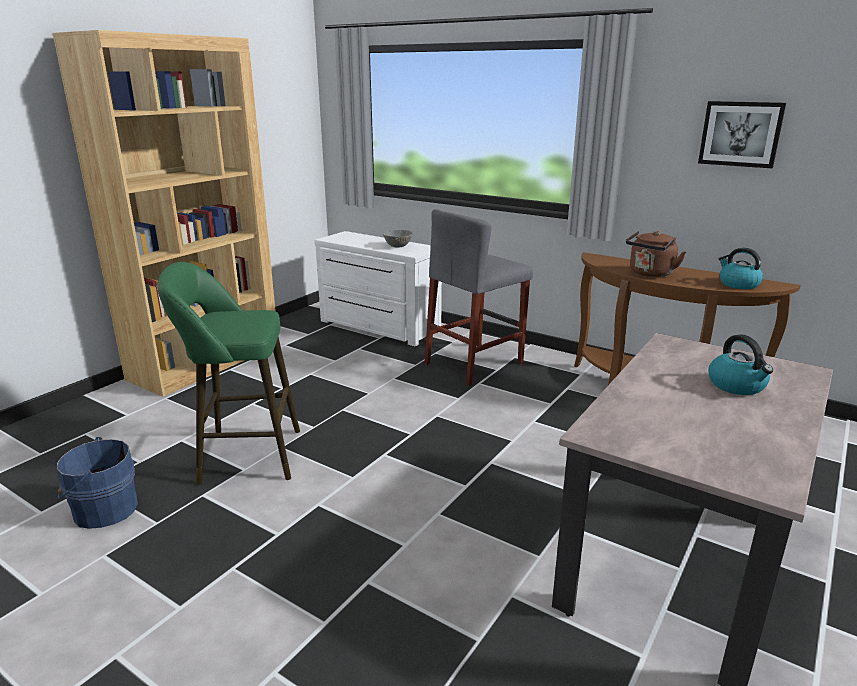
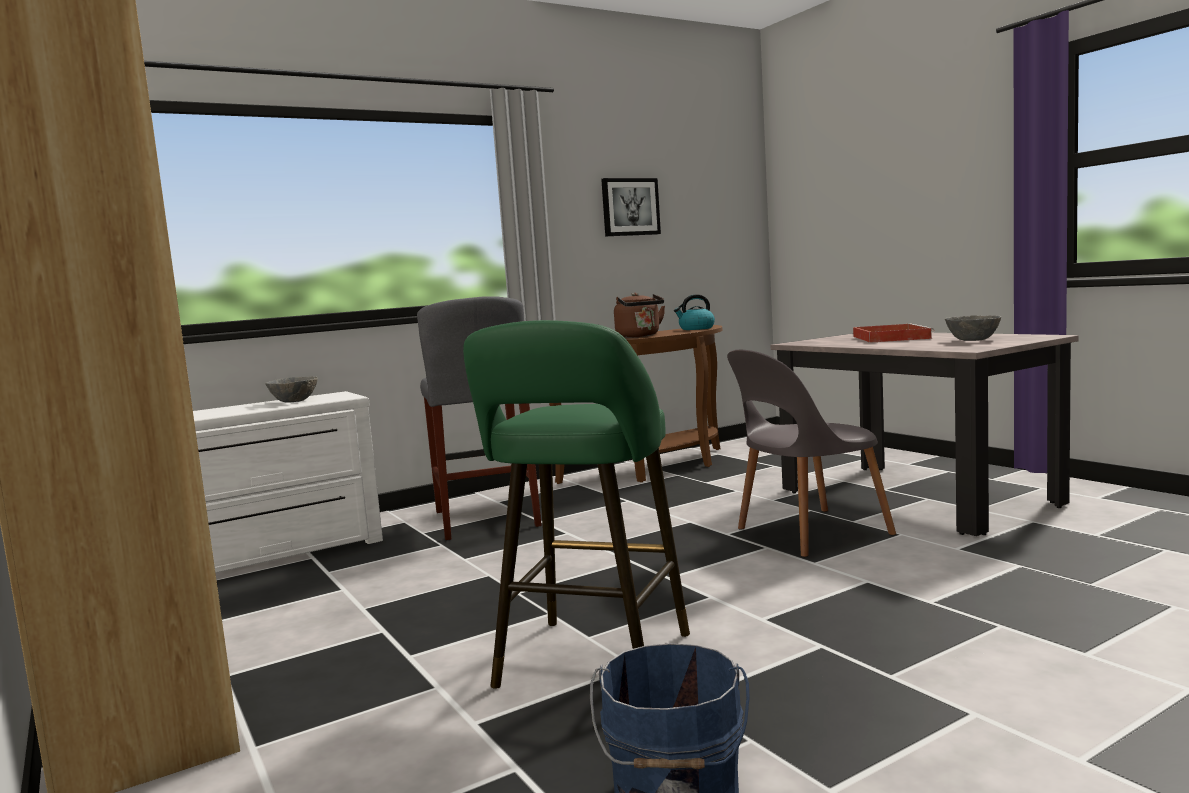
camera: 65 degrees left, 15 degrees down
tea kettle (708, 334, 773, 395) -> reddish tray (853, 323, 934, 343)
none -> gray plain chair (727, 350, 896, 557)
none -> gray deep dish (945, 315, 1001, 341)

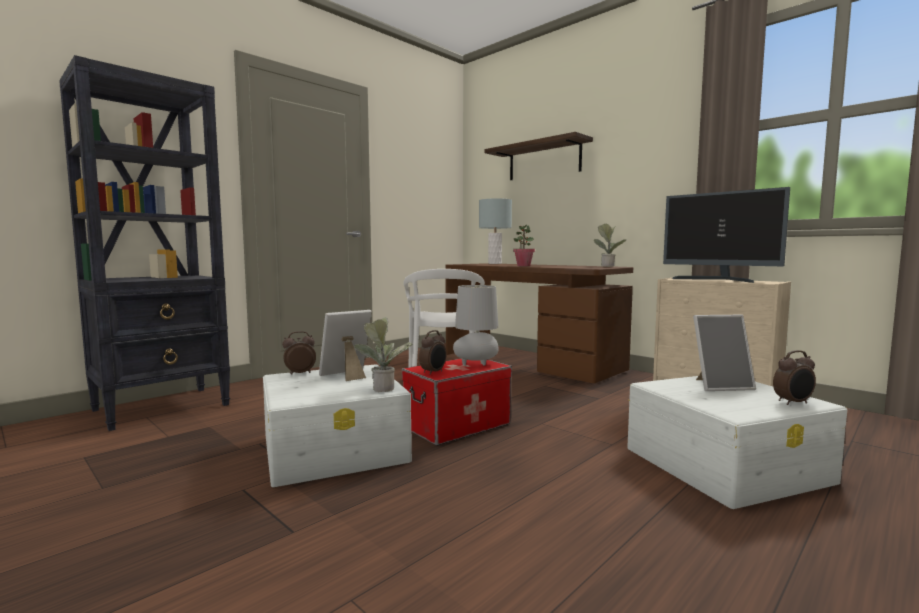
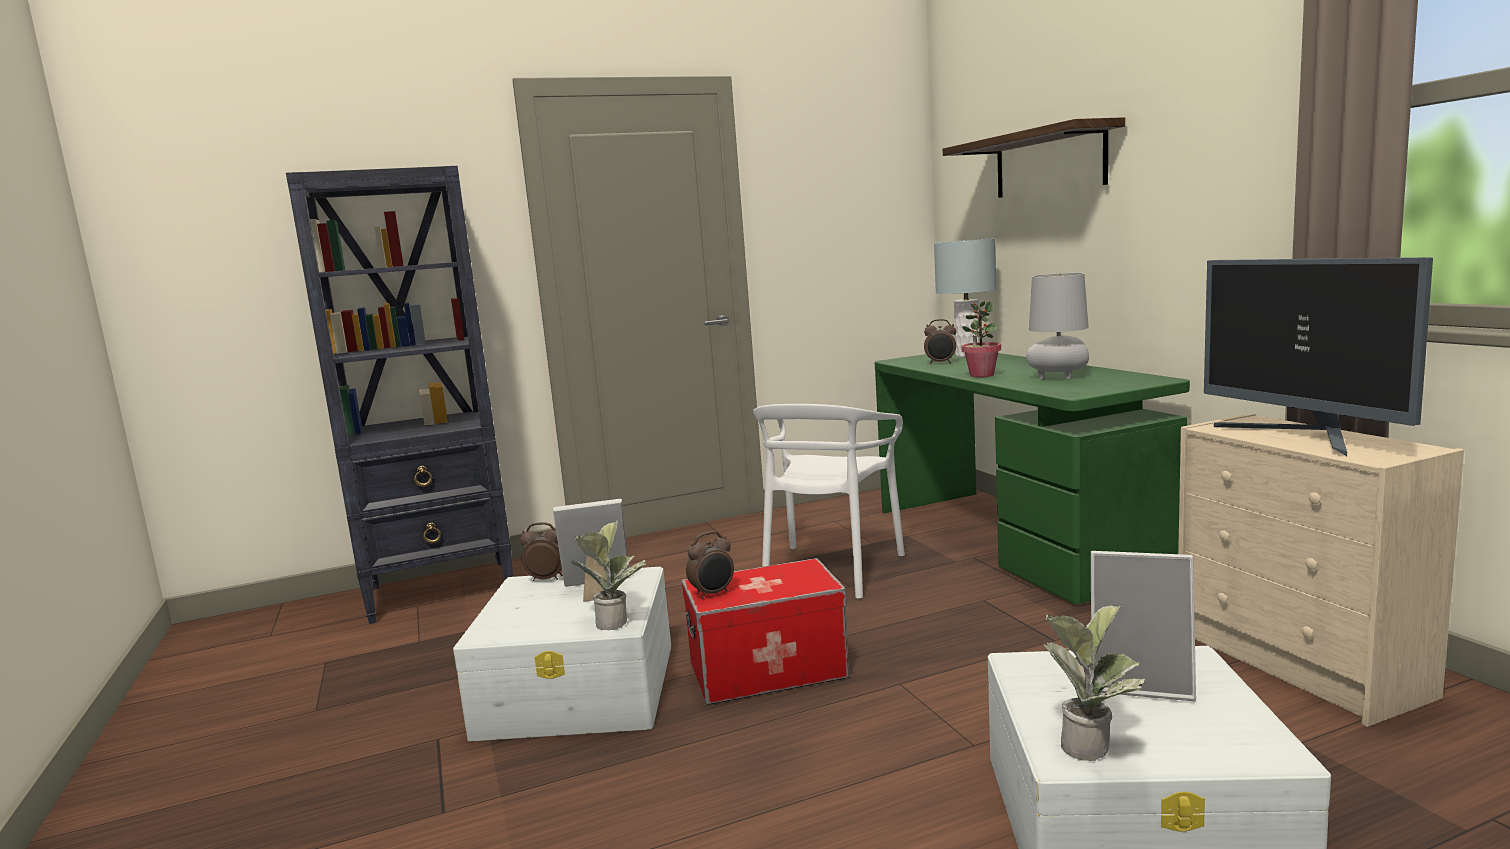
camera: 25 degrees right, 5 degrees up
brownish desk (445, 263, 633, 383) -> green-coloured desk (875, 352, 1190, 604)
gray lamp for a table (453, 285, 499, 366) -> gray lamp for a table (1026, 273, 1089, 379), shifted
potted plant (594, 224, 627, 267) -> potted plant (1043, 605, 1145, 761), shifted
table clock (773, 350, 816, 405) -> table clock (924, 319, 956, 364), shifted

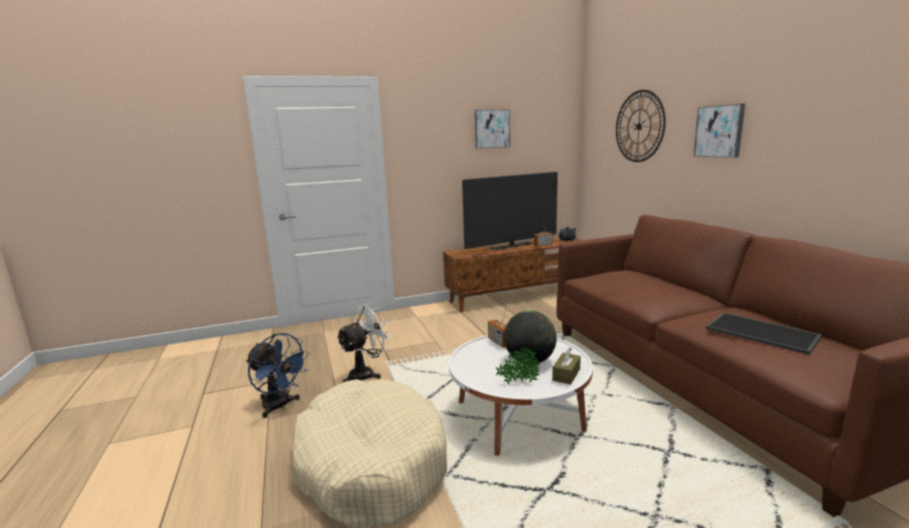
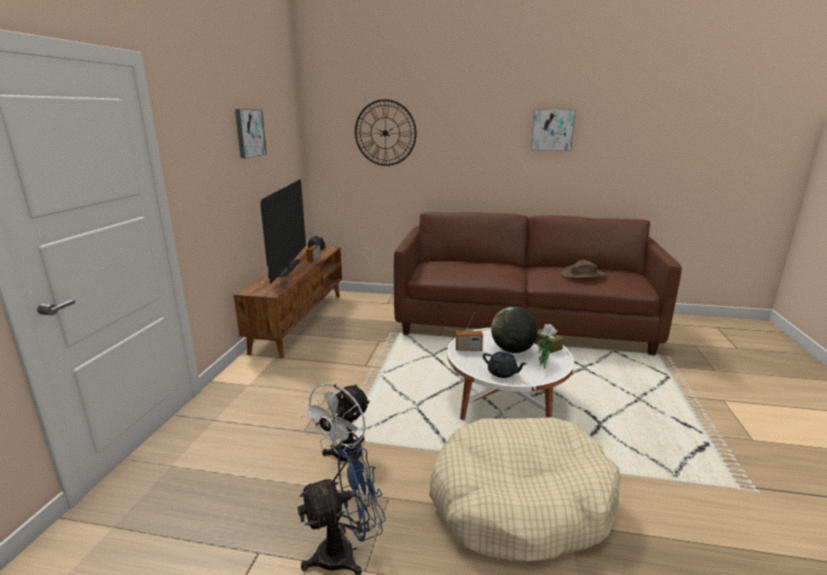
camera: 60 degrees left, 5 degrees up
white electric fan (336, 303, 393, 382) -> white electric fan (300, 383, 370, 463), 135 degrees counterclockwise
picture (693, 103, 745, 158) -> picture (531, 109, 576, 151), shifted
tray (706, 312, 822, 355) -> brownish clothing hat (561, 260, 607, 278)
none -> black-coloured teapot (483, 352, 527, 378)

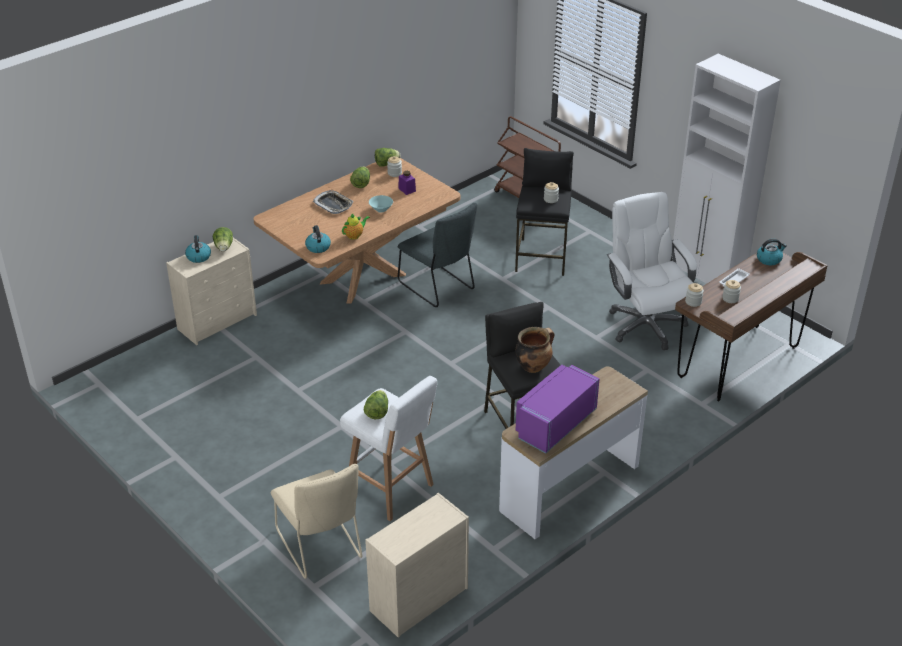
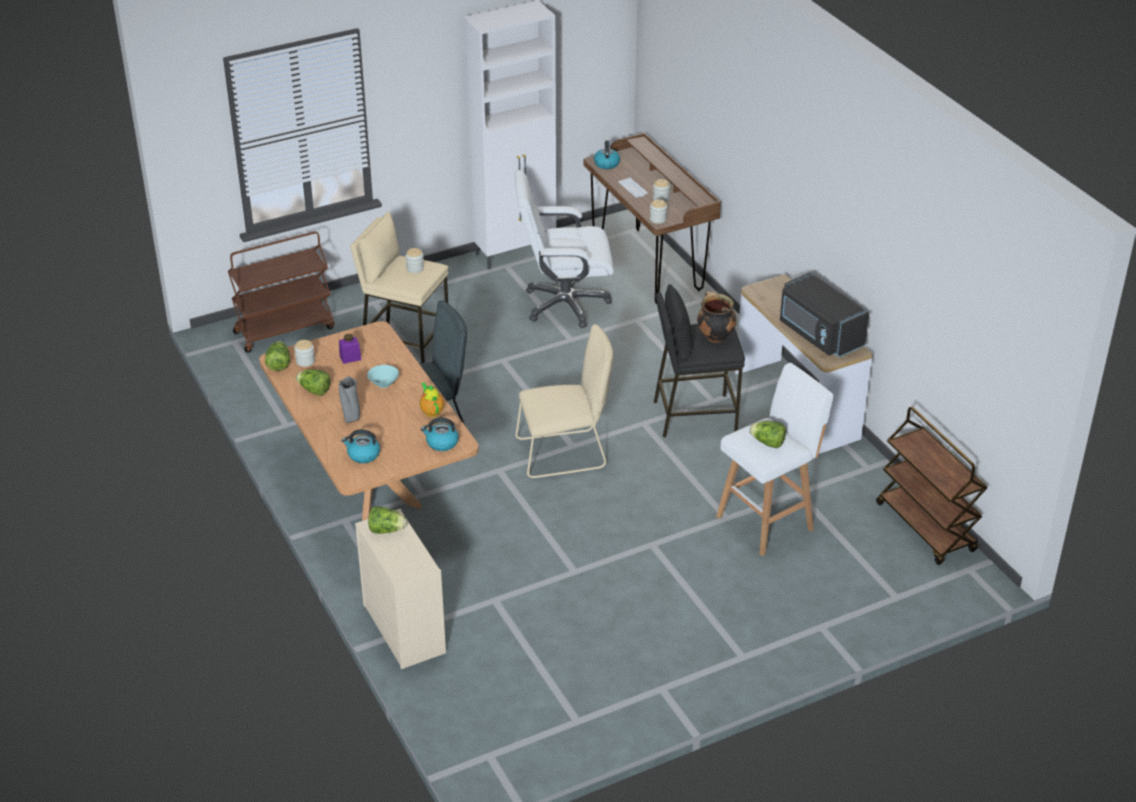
camera: 75 degrees left, 0 degrees up
tea kettle (185, 235, 211, 263) -> tea kettle (341, 429, 380, 463), shifted
beige-coloured plain chair (271, 464, 362, 579) -> beige-coloured plain chair (515, 324, 614, 478), shifted
tray (313, 190, 353, 214) -> gray decorative vase (339, 377, 360, 423)
beige-coloured chest of drawers (365, 493, 469, 638) -> brownish wheeled cart (876, 407, 988, 565)
black-coloured sitting stool (515, 148, 574, 276) -> beige-coloured sitting stool (350, 212, 448, 363)
purple microwave (516, 365, 600, 454) -> black-coloured microwave (780, 273, 869, 357)

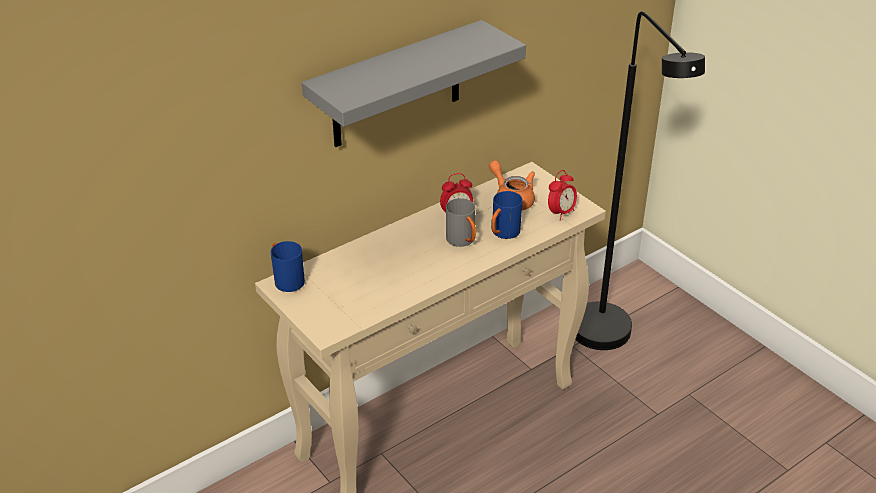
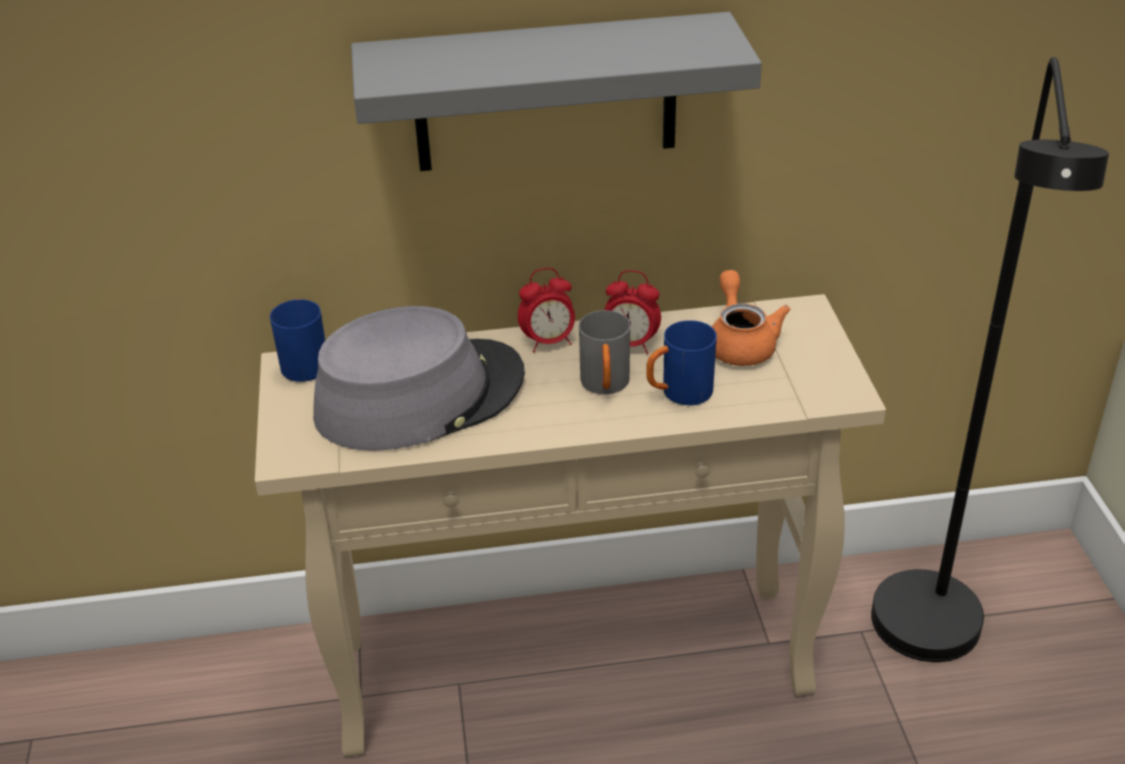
camera: 30 degrees right, 0 degrees up
table clock (548, 170, 577, 221) -> table clock (518, 268, 575, 353), shifted
none -> gray clothing hat (313, 306, 525, 451)

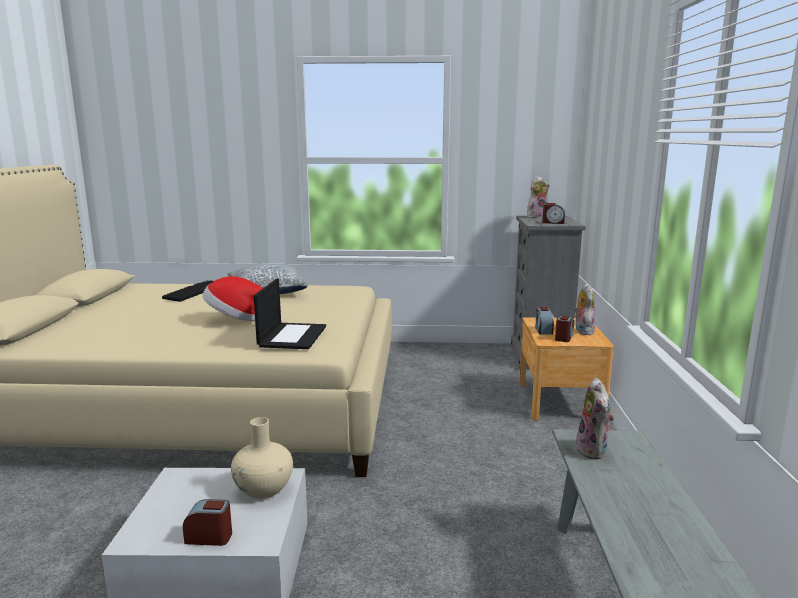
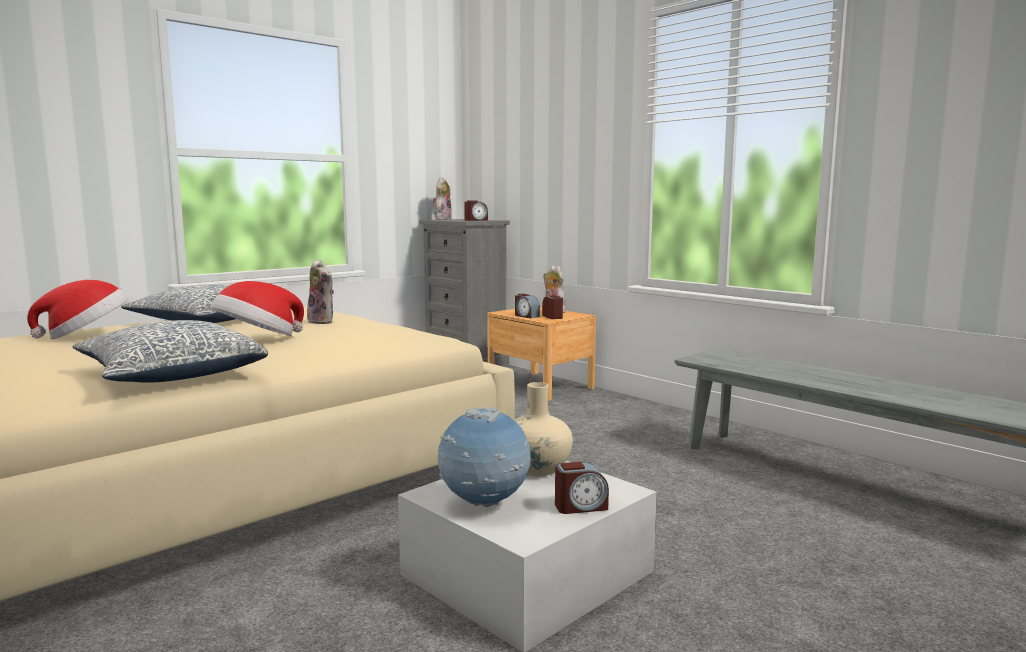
camera: 45 degrees left, 5 degrees down
keyboard (162, 280, 213, 302) -> clothing hat (27, 280, 128, 339)
table clock (183, 499, 232, 546) -> table clock (555, 462, 609, 514), 150 degrees counterclockwise
laptop (254, 278, 326, 349) -> none
cuddly toy (574, 378, 614, 459) -> cuddly toy (307, 260, 334, 324), shifted
none -> pillow (72, 320, 268, 383)
none -> world globe (438, 407, 531, 507)

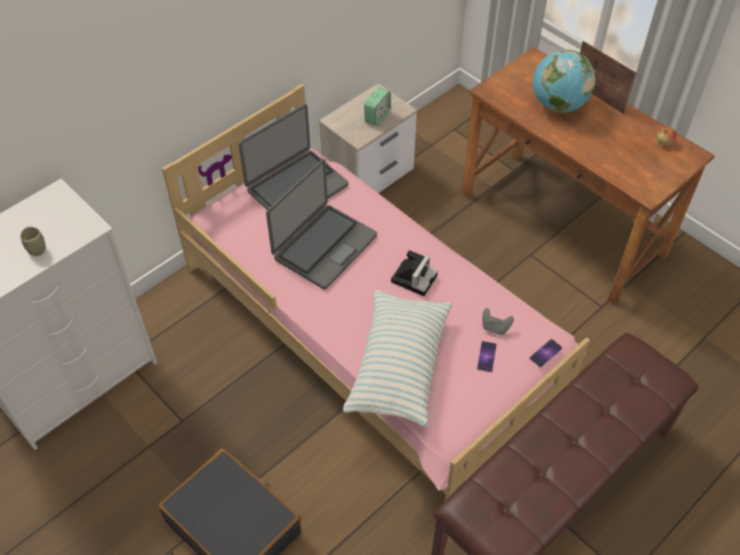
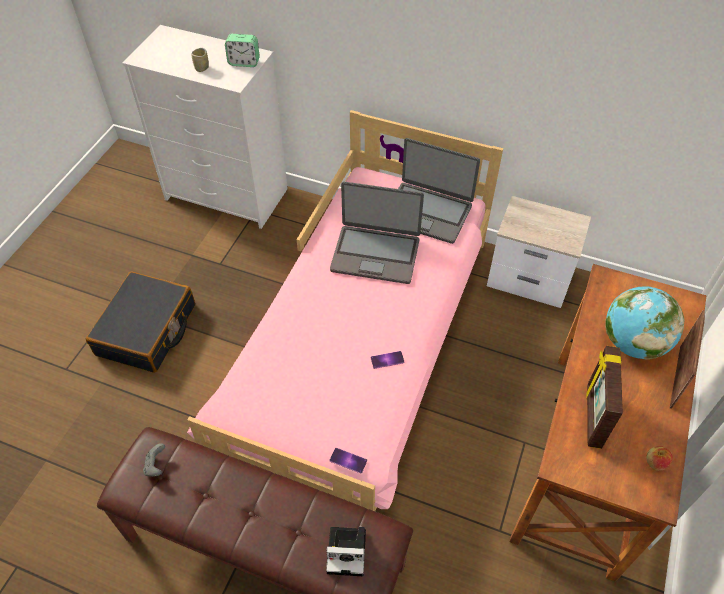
camera: 65 degrees right, 0 degrees up
pillow (343, 290, 452, 427) -> none
table clock (364, 87, 391, 126) -> table clock (225, 34, 260, 67), shifted
photo camera (391, 250, 438, 296) -> photo camera (326, 527, 366, 576), shifted
phone (477, 341, 497, 372) -> phone (370, 351, 405, 369), shifted
gray game controller (482, 308, 514, 335) -> gray game controller (143, 443, 165, 477), shifted
none -> photo frame (586, 346, 623, 449)

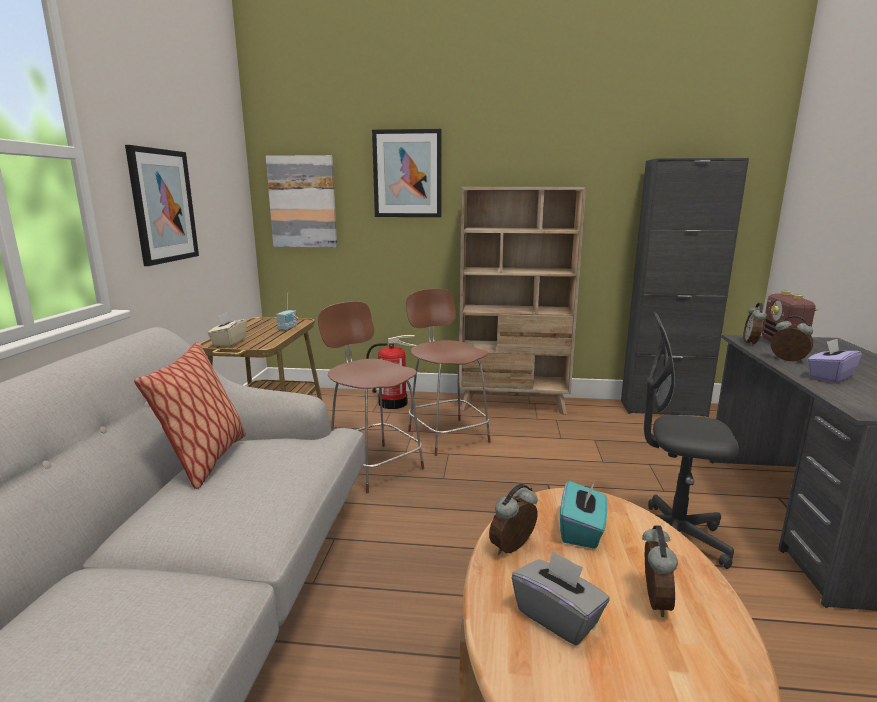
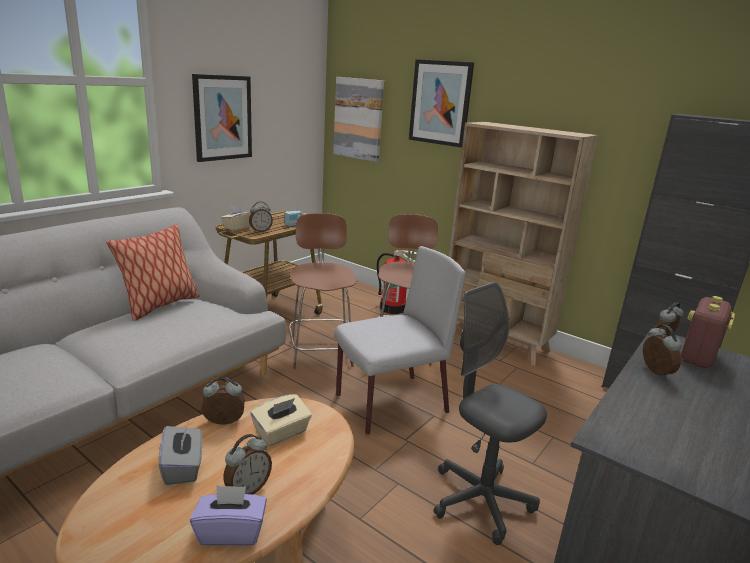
camera: 30 degrees right, 5 degrees up
blue-green tissue box (560, 481, 607, 549) -> beige-coloured tissue box (251, 394, 312, 446)
purple tissue box (807, 339, 862, 383) -> purple tissue box (190, 485, 267, 546), shifted
none -> table clock (249, 201, 273, 232)
none -> gray plain chair (334, 246, 465, 435)

